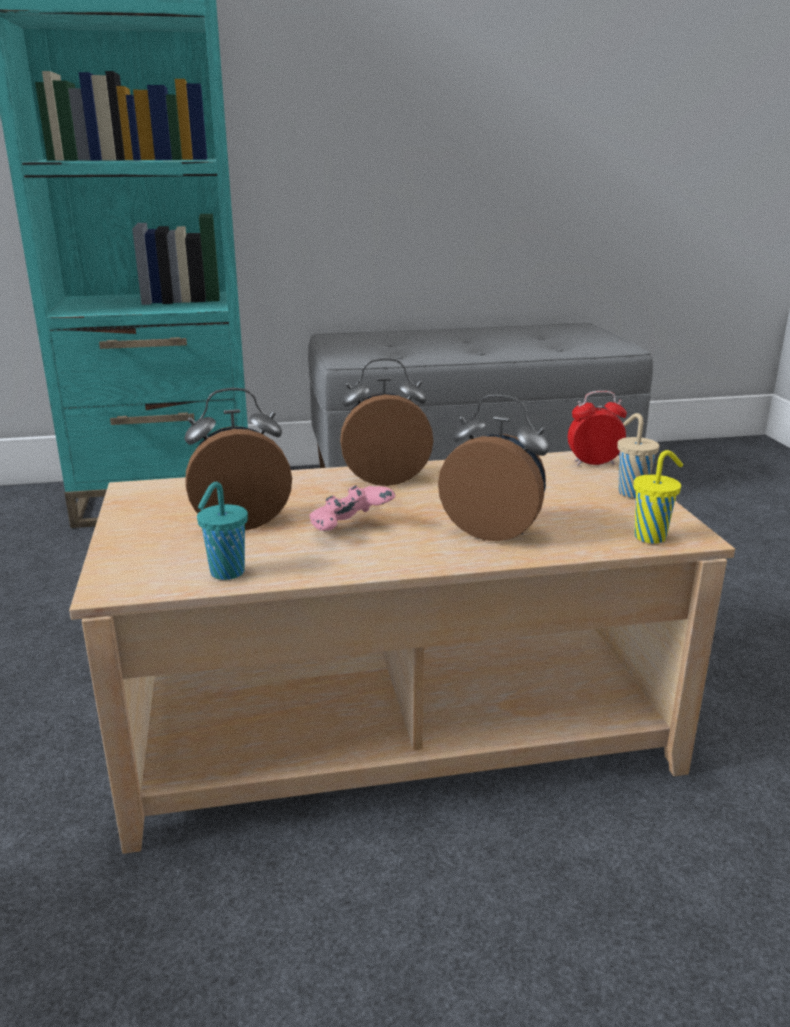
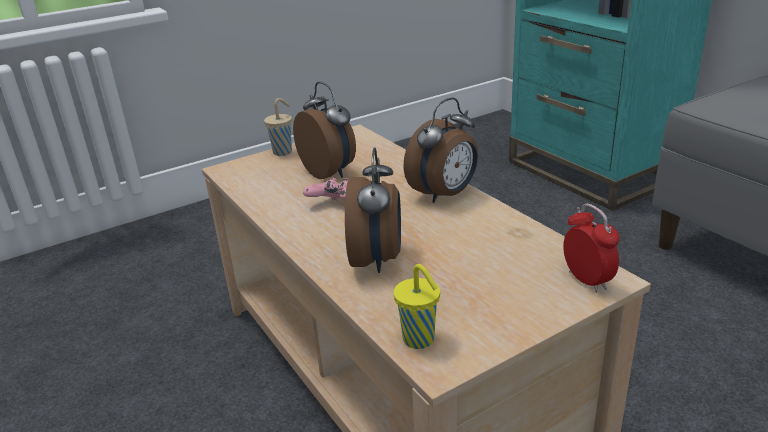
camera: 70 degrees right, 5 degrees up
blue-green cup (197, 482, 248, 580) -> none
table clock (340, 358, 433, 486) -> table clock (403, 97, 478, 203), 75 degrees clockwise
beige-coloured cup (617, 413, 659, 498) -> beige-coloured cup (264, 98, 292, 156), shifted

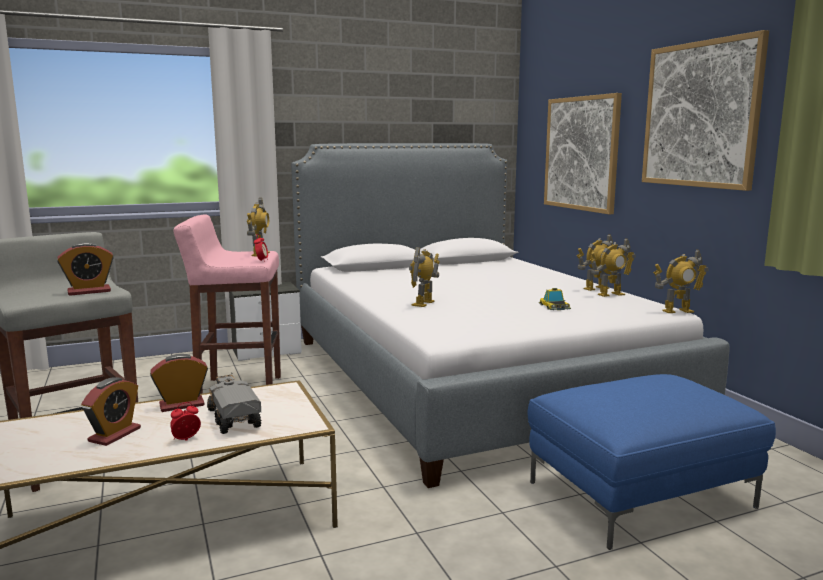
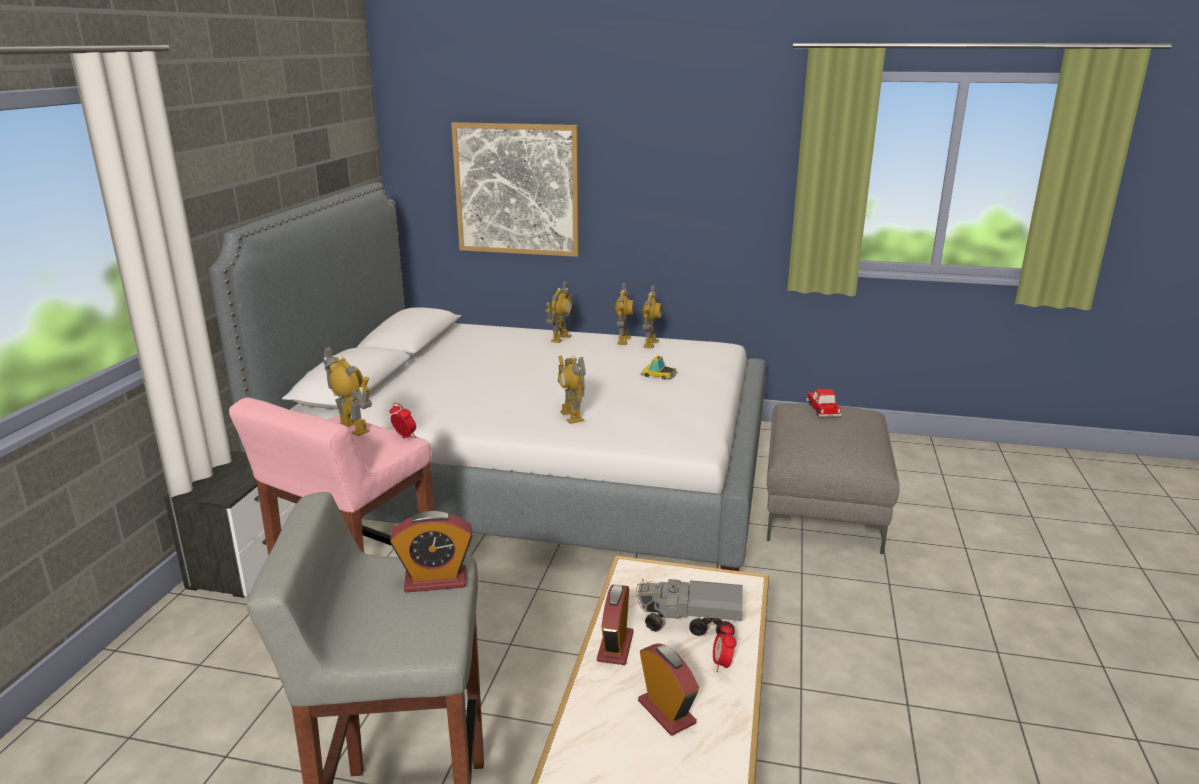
camera: 55 degrees left, 10 degrees up
table clock (57, 243, 114, 296) -> table clock (390, 511, 473, 592), 75 degrees clockwise
blue-coloured ottoman (528, 374, 776, 550) -> gray ottoman (767, 403, 899, 554)
picture (642, 30, 769, 191) -> none
robot figure (653, 250, 708, 313) -> robot figure (546, 281, 572, 343), shifted
none -> toy car (806, 389, 841, 417)

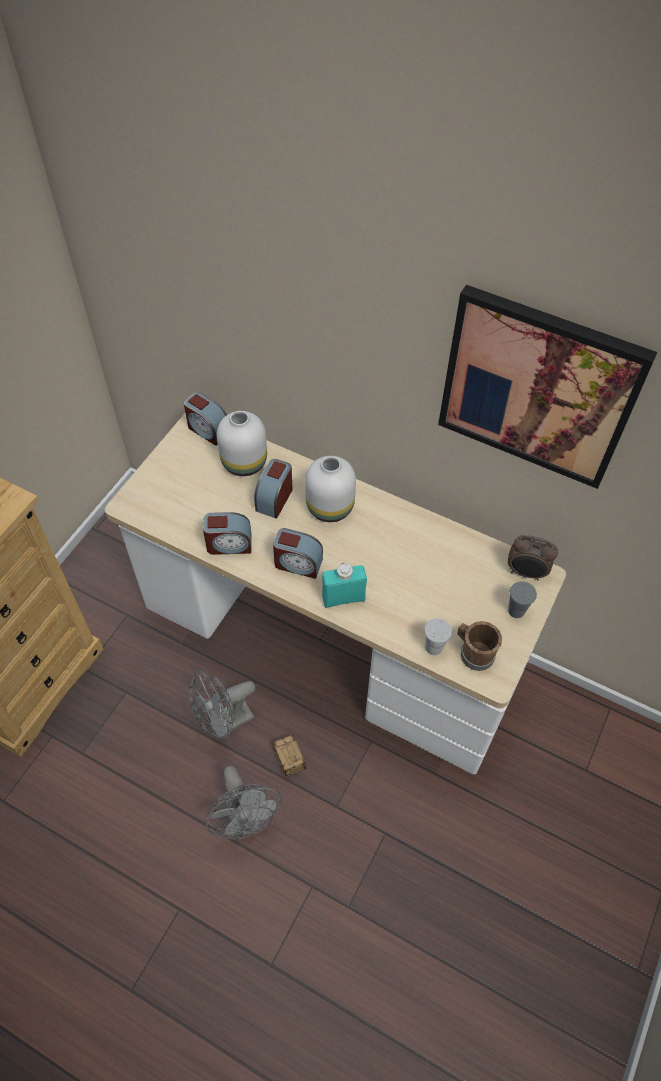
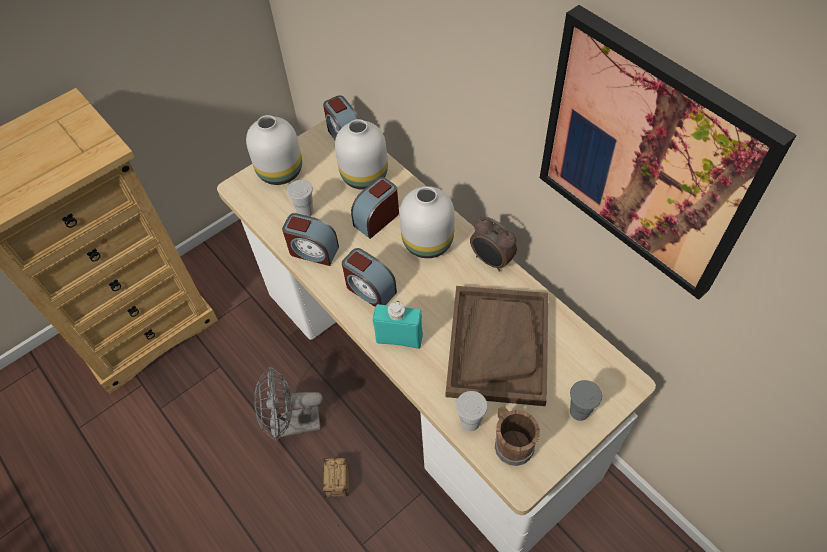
camera: 25 degrees right, 0 degrees up
gray electric fan (205, 766, 281, 839) -> none
table clock (508, 535, 558, 581) -> table clock (470, 217, 517, 272), shifted
none -> white decorative vase (246, 115, 302, 185)
none -> white cup (287, 180, 313, 216)
none -> brownish tray (446, 286, 548, 406)

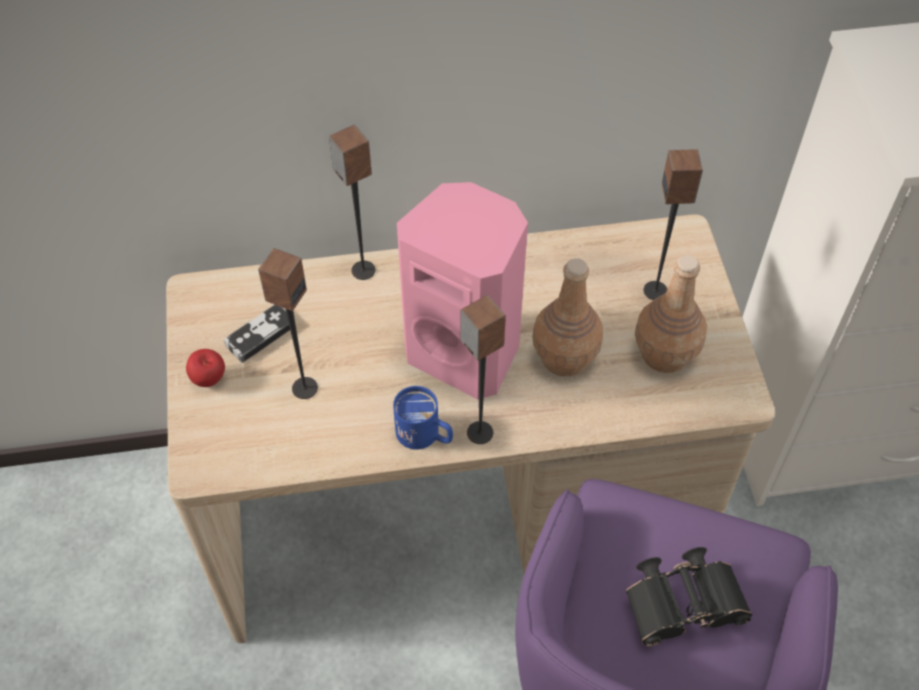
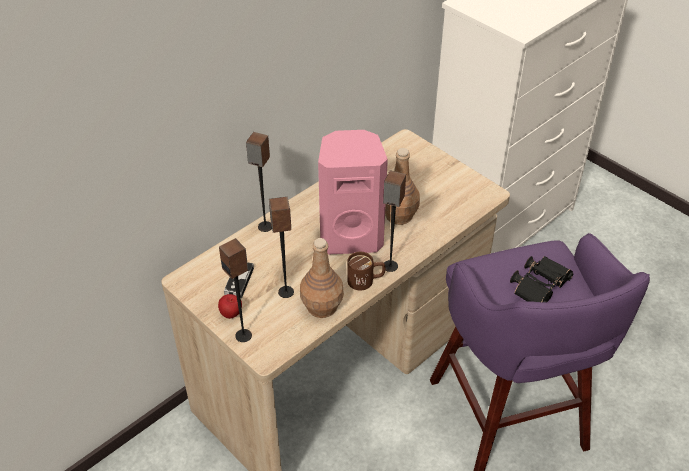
camera: 35 degrees left, 10 degrees down
blue-coloured tea mug (393, 386, 453, 450) -> brownish tea mug (347, 252, 385, 291)
brownish drink bottle (635, 255, 707, 373) -> brownish drink bottle (300, 238, 344, 318), shifted
loudspeaker (643, 149, 703, 300) -> loudspeaker (219, 238, 252, 342), shifted

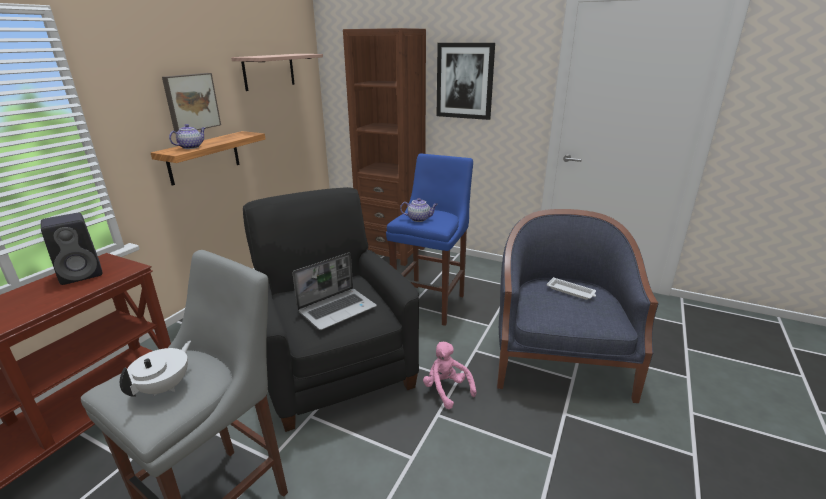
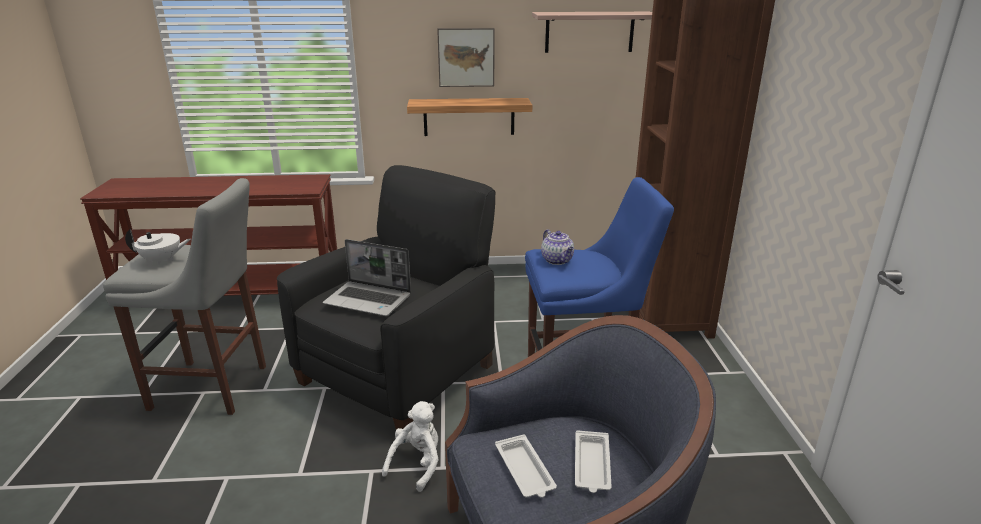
camera: 60 degrees right, 0 degrees up
black-coloured loudspeaker (41, 213, 103, 285) -> none
teapot (169, 124, 205, 149) -> none
pinkish cuddly toy (423, 342, 476, 409) -> white cuddly toy (382, 401, 439, 492)
picture (437, 43, 495, 120) -> none
none -> white tray (495, 434, 557, 497)

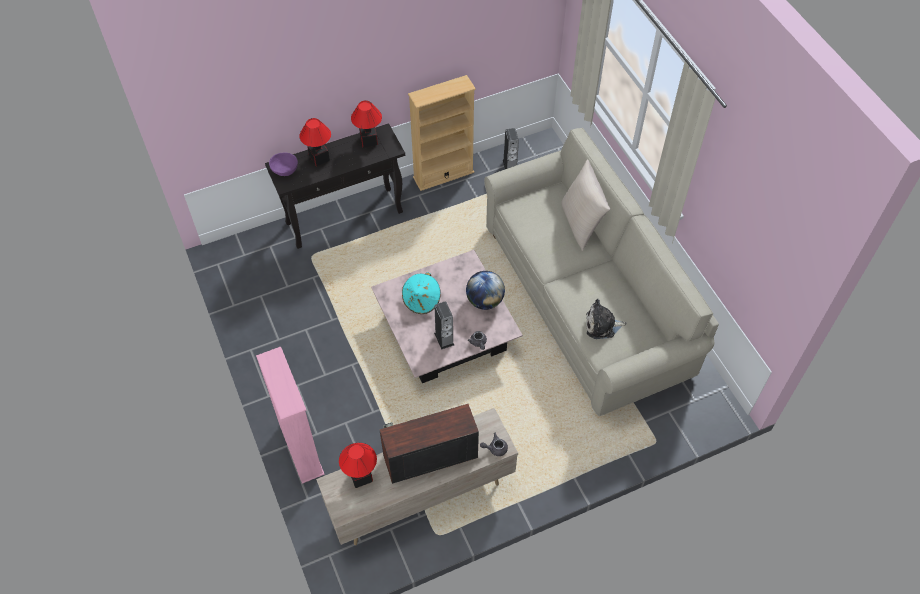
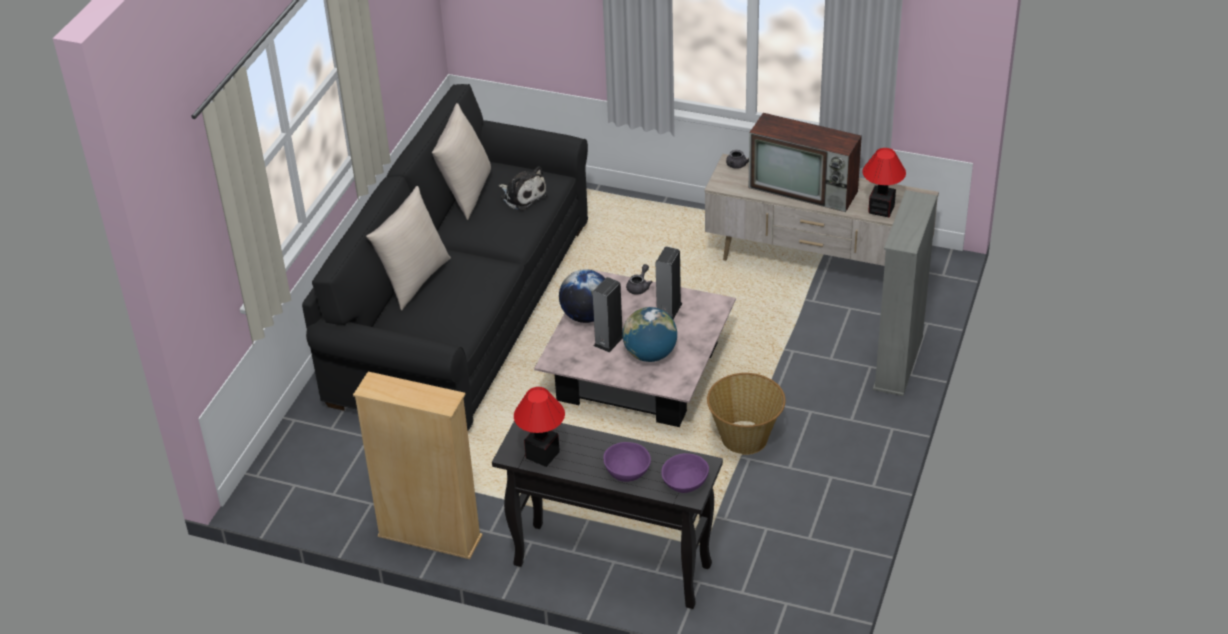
camera: 135 degrees left, 15 degrees down
pinkish shelving unit (256, 347, 325, 483) -> gray shelving unit (873, 190, 937, 396)
lamp for a table (299, 118, 331, 166) -> purple deep dish (603, 442, 651, 482)
blue-green clothing hat (402, 272, 441, 314) -> world globe (623, 307, 677, 362)
beige-coloured couch (484, 128, 719, 416) -> black-coloured couch (302, 84, 588, 431)
loudspeaker (503, 128, 519, 169) -> loudspeaker (592, 277, 623, 352), shifted
none -> beige-coloured pillow (432, 103, 491, 220)
none -> basket (707, 373, 786, 455)

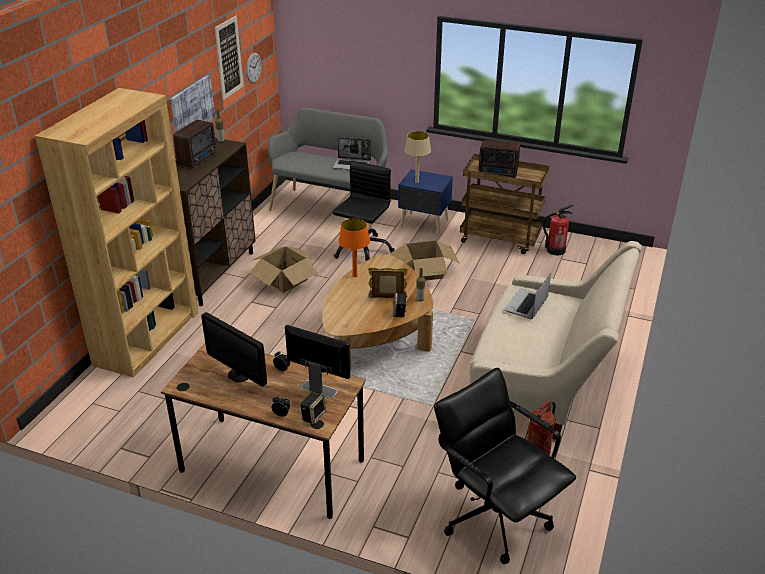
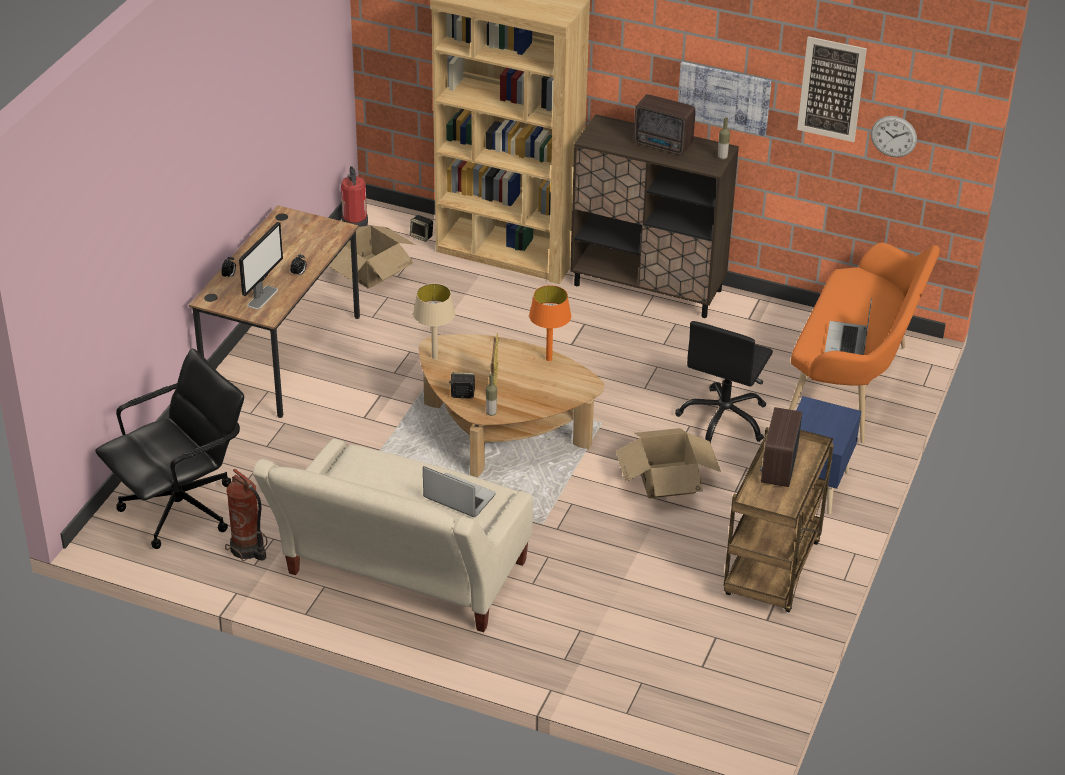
camera: 90 degrees right, 5 degrees up
computer screen (201, 312, 267, 387) -> none
carton (249, 246, 318, 293) -> carton (329, 225, 415, 289), shifted
gray bench (268, 107, 388, 229) -> orange-coloured bench (789, 243, 940, 443)
loudspeaker (300, 392, 326, 425) -> loudspeaker (410, 215, 433, 242), shifted
black-coloured computer chair (332, 161, 395, 261) -> black-coloured computer chair (675, 321, 773, 443), 90 degrees clockwise
beige-coloured lamp for a table (404, 131, 431, 183) -> beige-coloured lamp for a table (413, 283, 455, 359), shifted
fire extinguisher (543, 205, 574, 255) -> fire extinguisher (341, 166, 368, 227), shifted

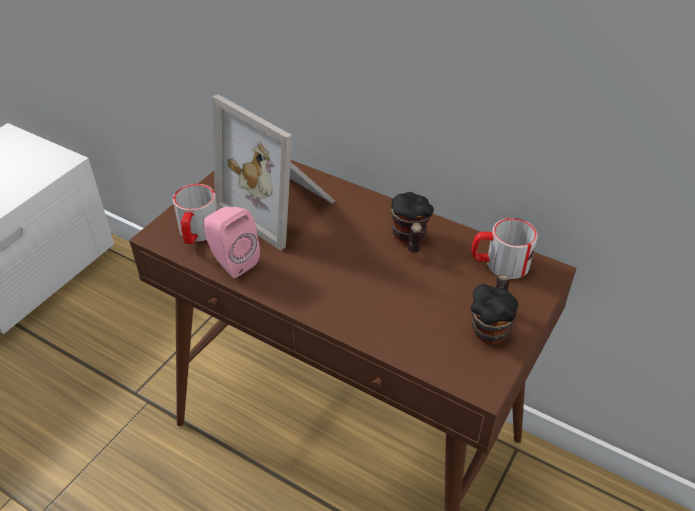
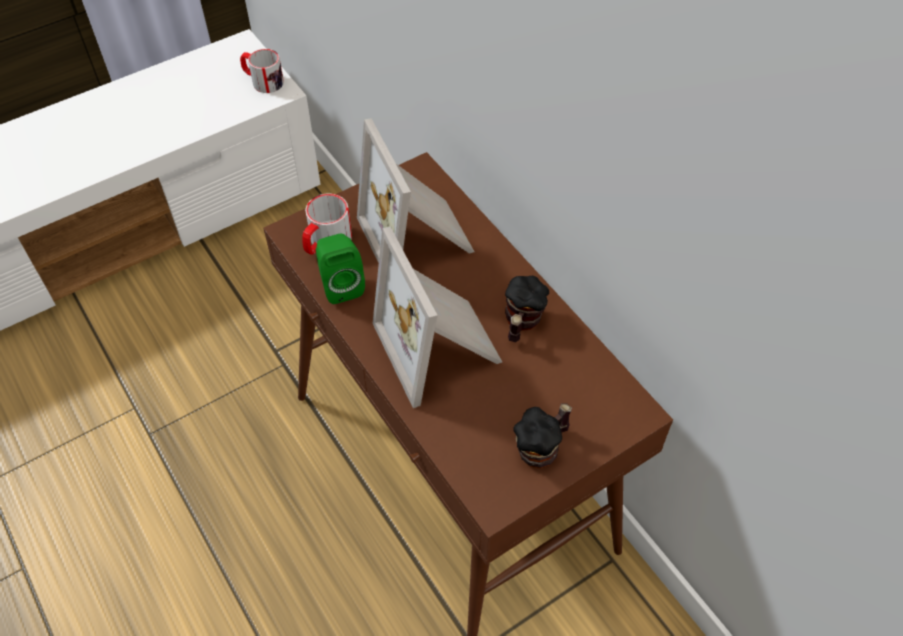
camera: 25 degrees right, 10 degrees up
pinkish loudspeaker (204, 207, 260, 278) -> green-coloured loudspeaker (316, 234, 365, 304)
tea mug (472, 218, 538, 279) -> tea mug (240, 49, 284, 93), shifted
none -> photo frame (373, 227, 502, 408)

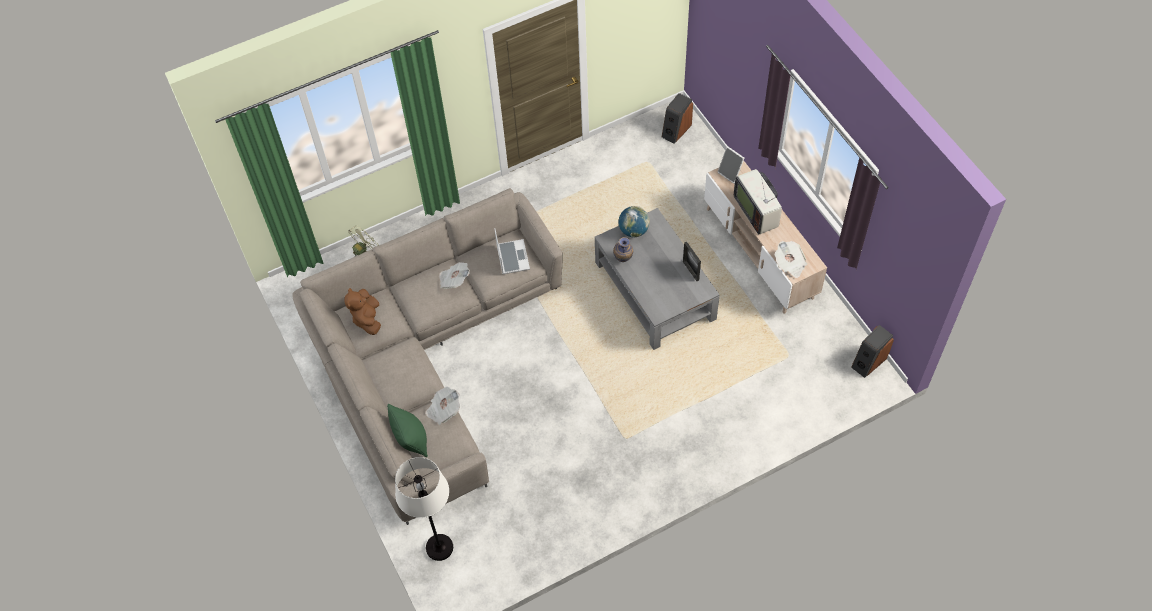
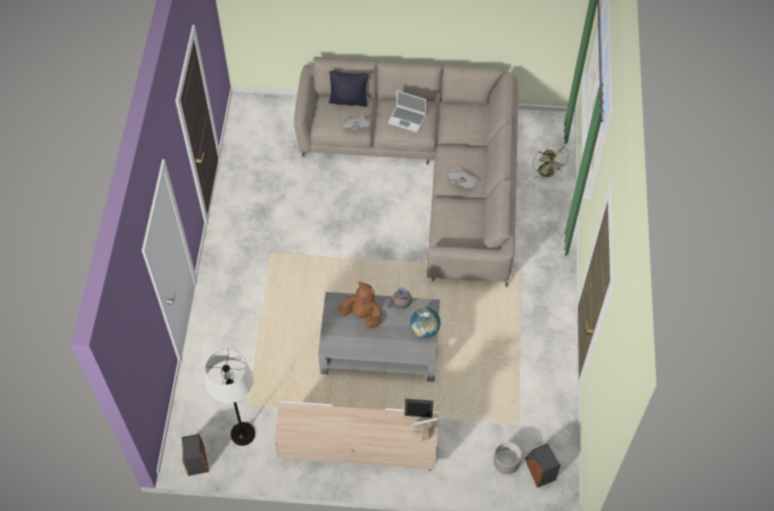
camera: 120 degrees right, 0 degrees up
brownish cuddly toy (344, 288, 381, 335) -> brownish cuddly toy (338, 282, 382, 328), shifted
green-coloured pillow (387, 404, 428, 457) -> black-coloured pillow (329, 71, 368, 107)
white standing lamp (395, 457, 453, 561) -> white standing lamp (205, 349, 255, 446), shifted
laptop (494, 228, 530, 274) -> laptop (388, 91, 427, 133), shifted
photo frame (683, 242, 701, 281) -> photo frame (405, 399, 433, 418), shifted
TV (734, 169, 782, 234) -> none
newspaper (775, 241, 807, 278) -> none
none -> gray plant pot (493, 442, 521, 474)

